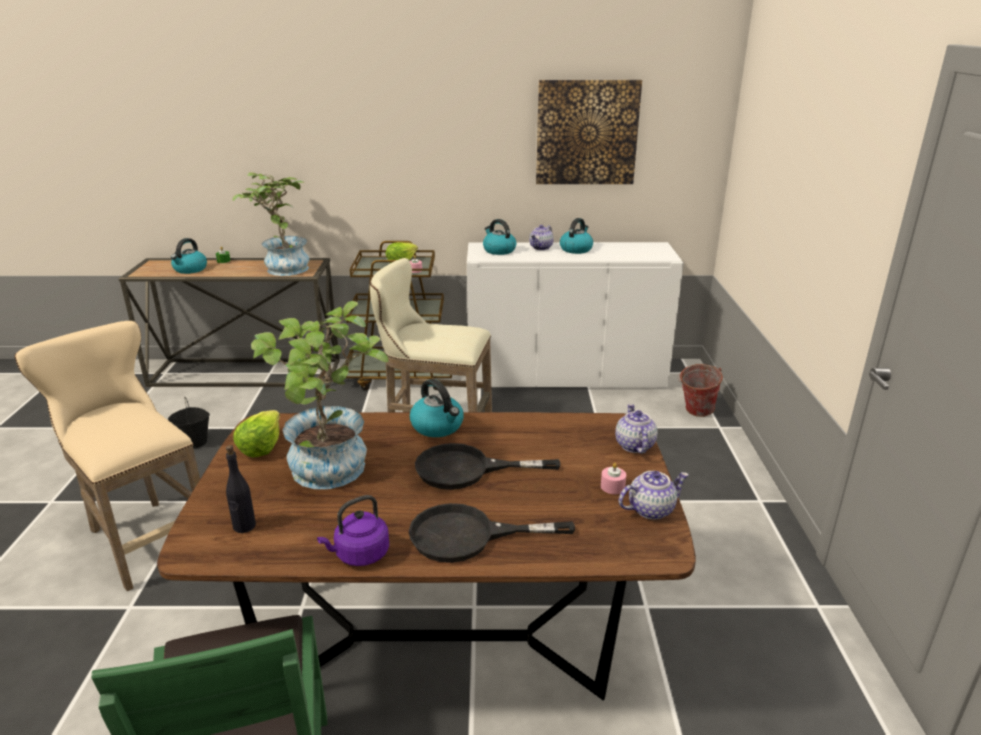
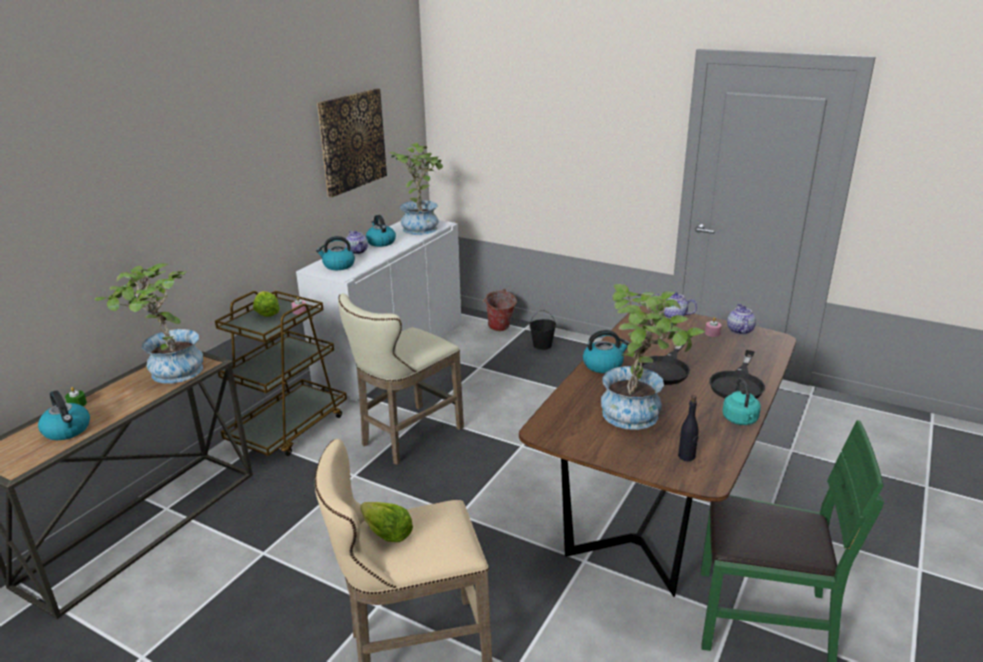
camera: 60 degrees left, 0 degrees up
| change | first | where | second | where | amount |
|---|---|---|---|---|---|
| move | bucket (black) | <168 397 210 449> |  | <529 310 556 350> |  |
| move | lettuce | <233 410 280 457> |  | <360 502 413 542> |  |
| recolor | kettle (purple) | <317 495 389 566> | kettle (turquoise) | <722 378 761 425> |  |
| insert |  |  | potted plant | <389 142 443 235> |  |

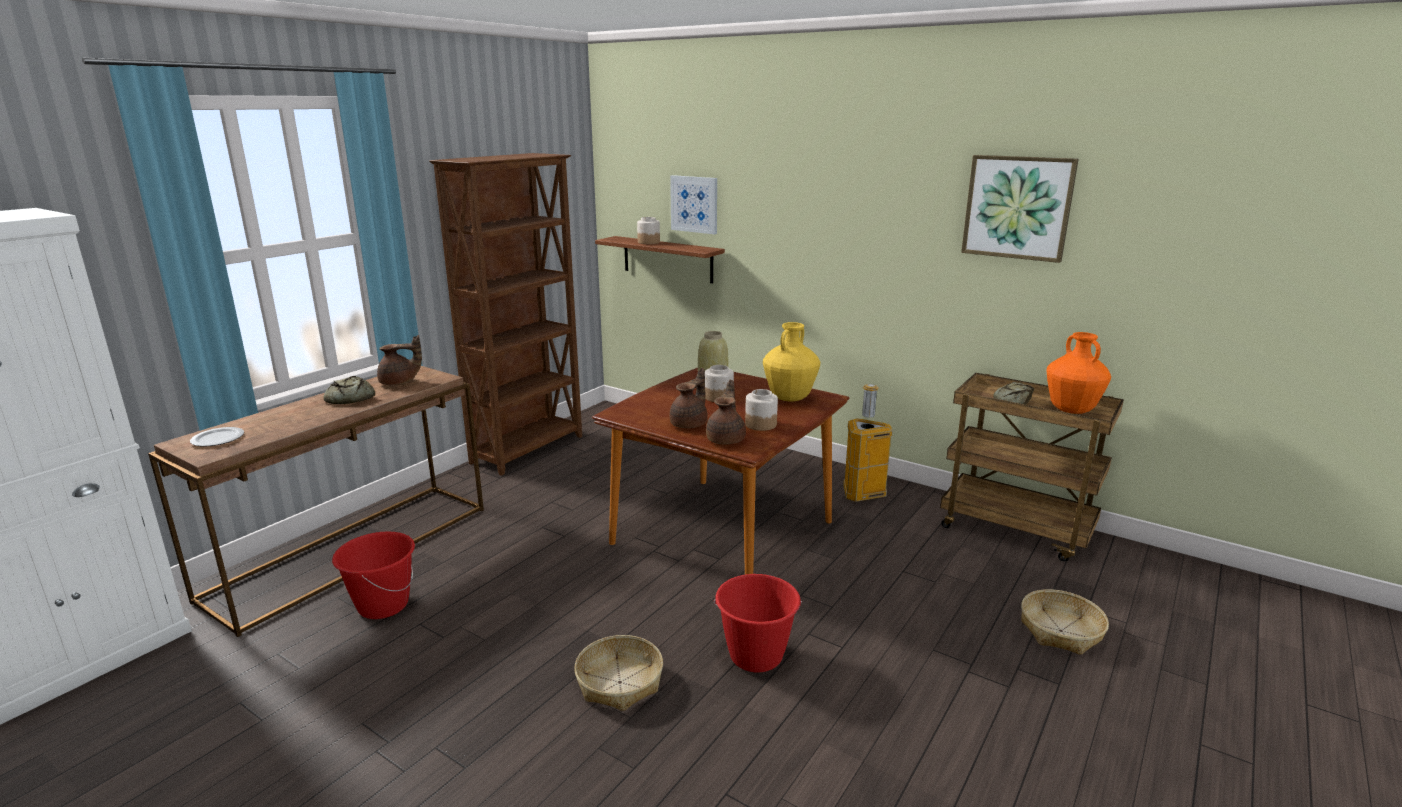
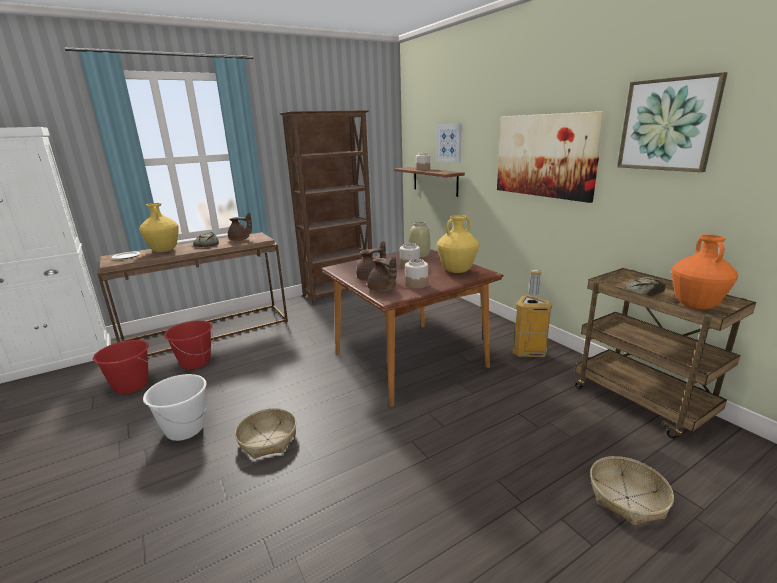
camera: 25 degrees right, 0 degrees up
| change | first | where | second | where | amount |
|---|---|---|---|---|---|
| rotate | teapot (brown) | <706 380 746 444> |  | <367 257 397 292> | 105 degrees clockwise |
| move | bucket (red) | <714 574 802 672> |  | <93 340 151 394> |  |
| insert |  |  | picture | <497 111 605 203> |  |
| insert |  |  | vase (yellow) | <139 203 179 252> |  |
| insert |  |  | bucket (white) | <143 374 208 441> |  |

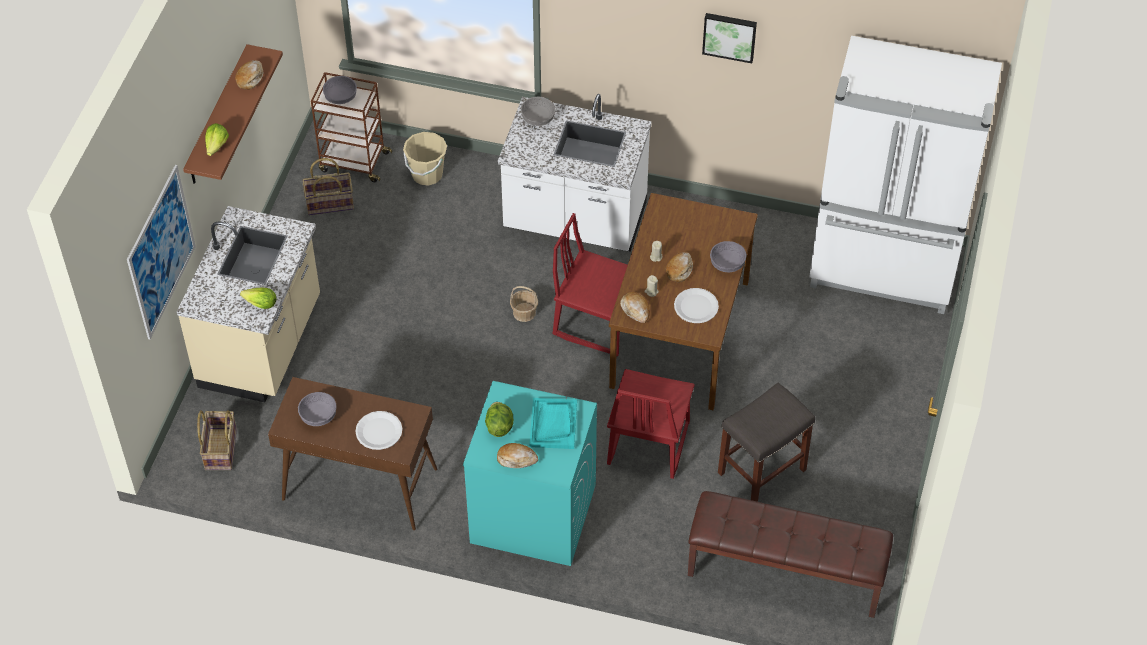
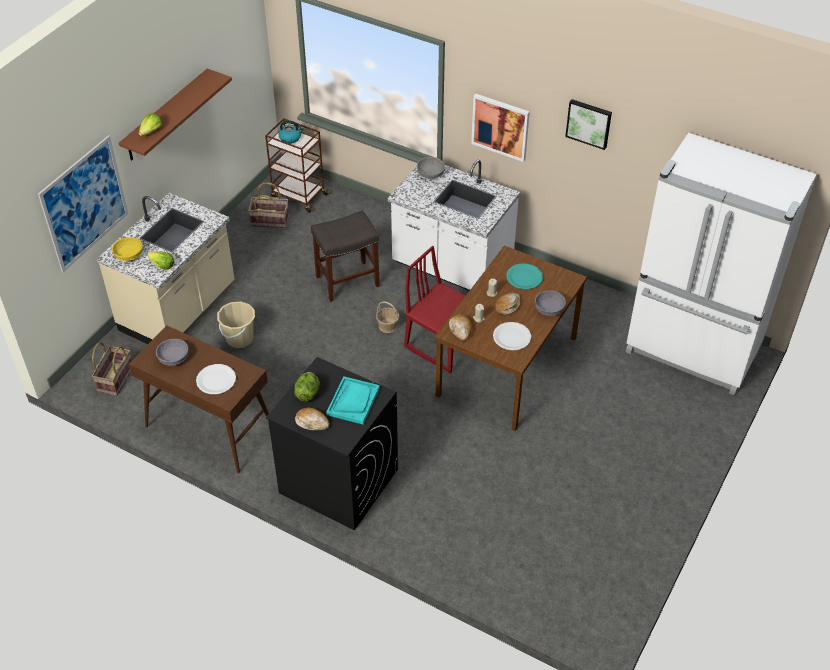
camera: 15 degrees right, 5 degrees down
| change | first | where | second | where | amount |
|---|---|---|---|---|---|
| delete | bread | <235 60 263 90> |  |  |  |
| replace | bowl (grey) | <323 76 357 104> | kettle | <279 120 304 144> |  |
| move | bucket (beige) | <403 132 447 186> |  | <217 301 255 348> |  |
| delete | chair (red) | <607 369 695 479> |  |  |  |
| recolor | washing machine (turquoise) | <463 381 597 566> | washing machine (black) | <266 357 398 530> |  |
| move | stool (grey) | <718 382 815 502> |  | <311 210 380 302> |  |
| delete | bench (brown) | <688 491 893 618> |  |  |  |
| insert |  |  | picture | <471 94 530 162> |  |
| insert |  |  | bowl (yellow) | <112 237 143 261> |  |
| insert |  |  | plate (turquoise) | <507 263 543 289> |  |

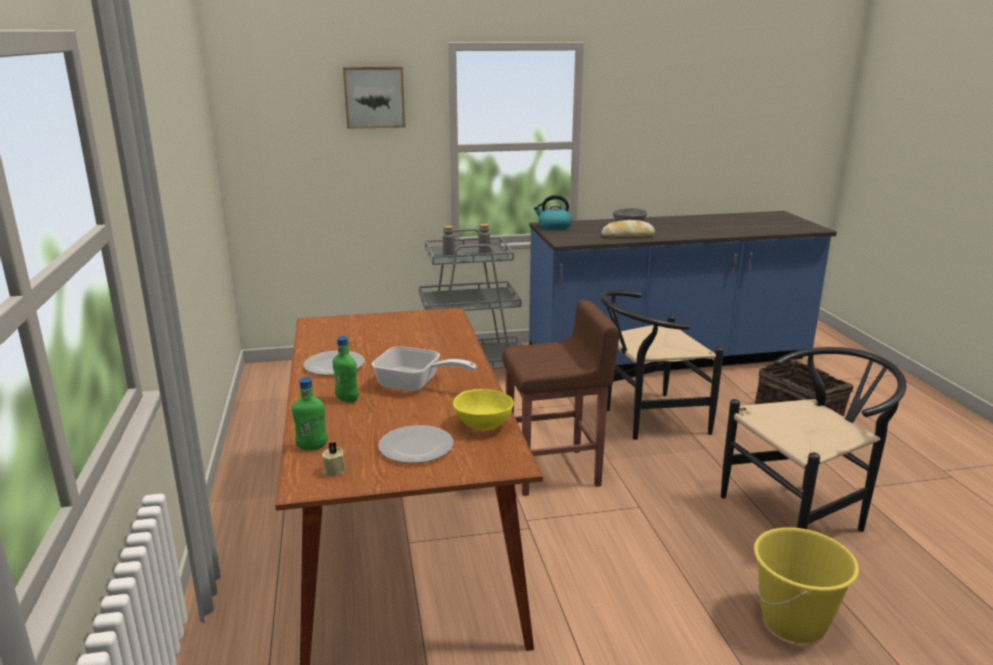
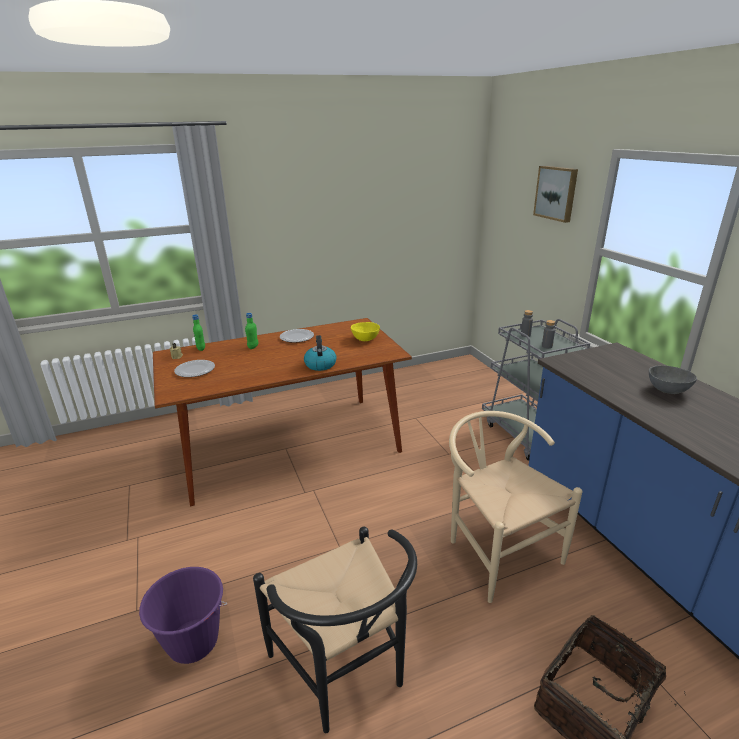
camera: 80 degrees right, 5 degrees up
| change | first | where | second | where | amount |
|---|---|---|---|---|---|
| move | kettle | <534 195 572 230> |  | <304 335 337 371> |  |
| delete | bread | <601 220 655 237> |  |  |  |
| recolor | chair (black) | <600 290 724 440> | chair (beige) | <449 411 582 603> |  |
| delete | stool (brown) | <502 300 619 496> |  |  |  |
| delete | frying pan | <371 346 476 392> |  |  |  |
| move | bowl (yellow) | <453 389 514 431> |  | <351 322 380 341> |  |
| recolor | bucket (yellow) | <754 527 859 643> | bucket (purple) | <139 567 227 664> |  |

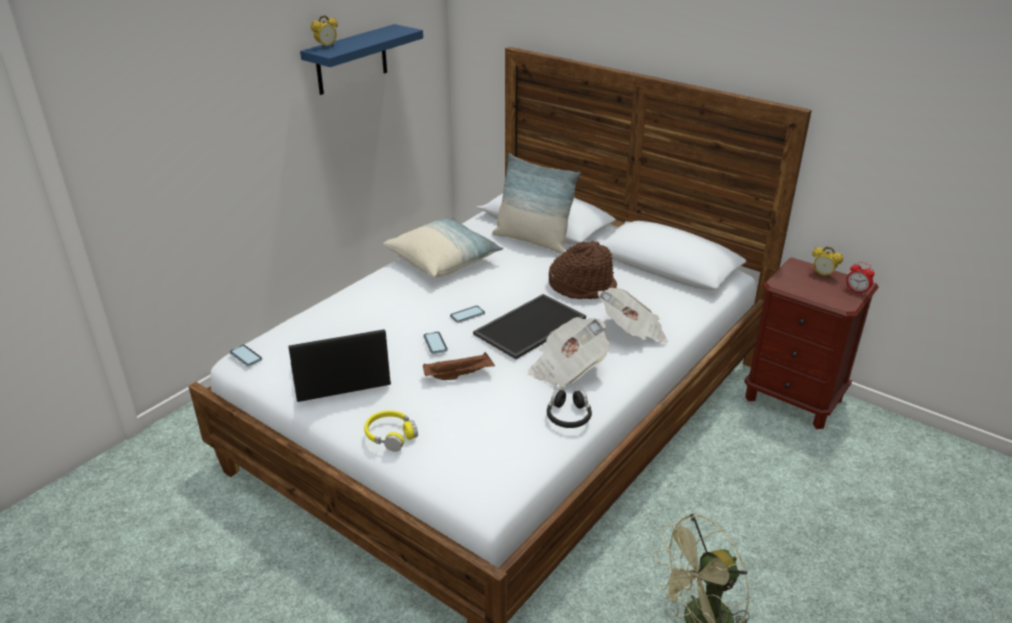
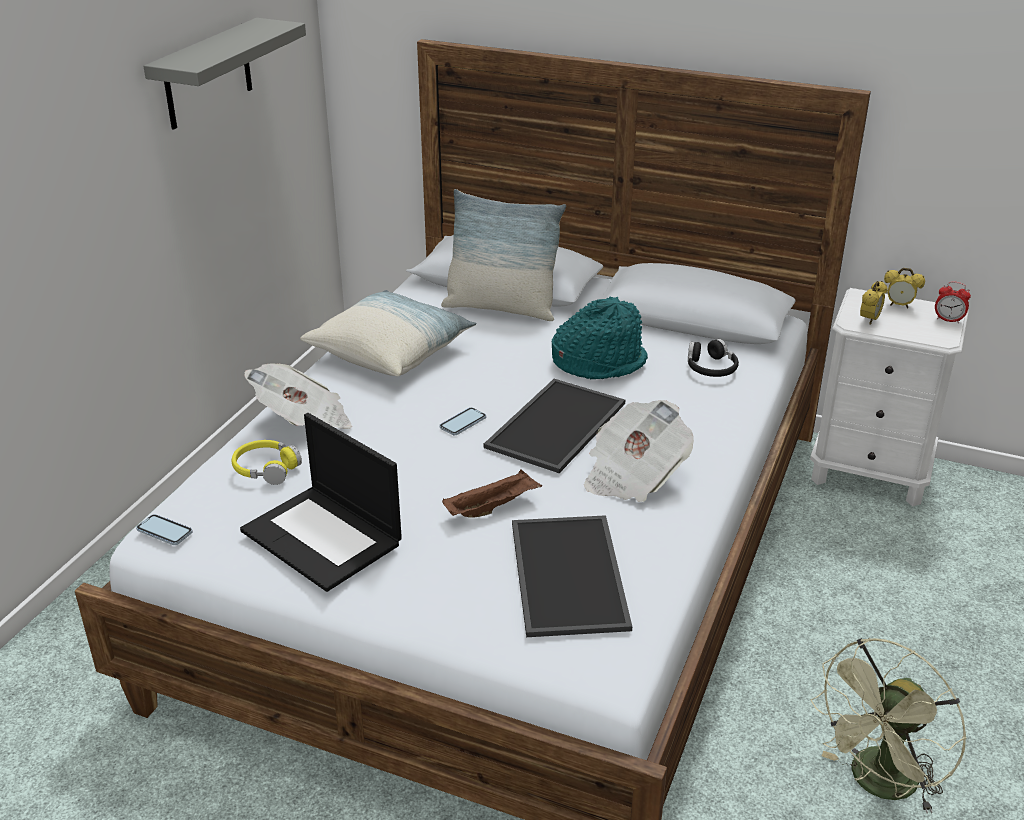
camera: 15 degrees left, 0 degrees up
| change | first | where | second | where | amount |
|---|---|---|---|---|---|
| move | alarm clock | <311 15 338 49> |  | <860 281 888 325> |  |
| recolor | shelf (blue) | <300 24 423 95> | shelf (grey) | <143 18 306 130> |  |
| recolor | hat (brown) | <549 241 617 299> | hat (turquoise) | <552 297 648 379> |  |
| recolor | nightstand (brown) | <744 257 879 429> | nightstand (white) | <810 288 969 506> |  |
| move | newspaper | <598 288 668 343> |  | <244 364 352 429> |  |
| rotate | laptop | <288 329 391 402> |  | <240 413 402 592> | 105 degrees counterclockwise |
| delete | phone | <423 332 448 354> |  |  |  |
| move | headphones (black) | <547 389 592 428> |  | <688 339 739 377> |  |
| move | headphones (yellow) | <364 410 418 452> |  | <231 440 302 485> |  |
| insert |  |  | tray | <512 515 632 637> |  |

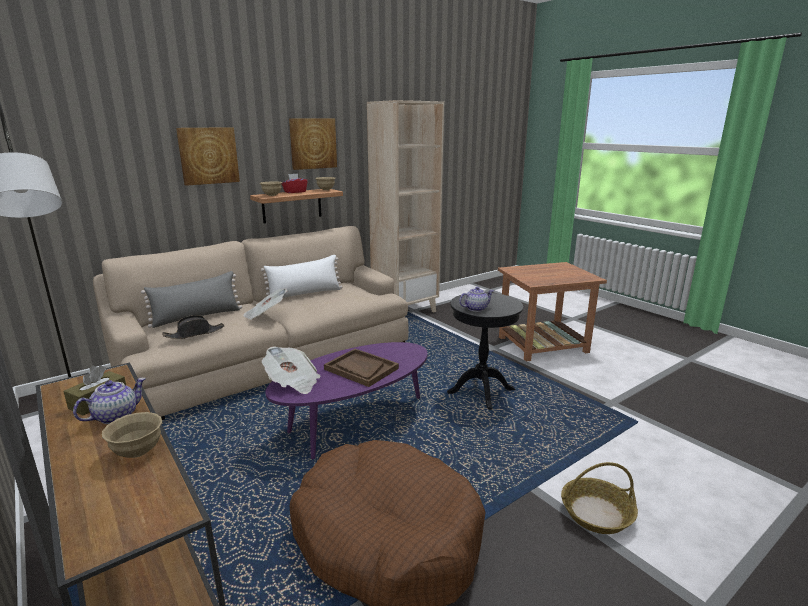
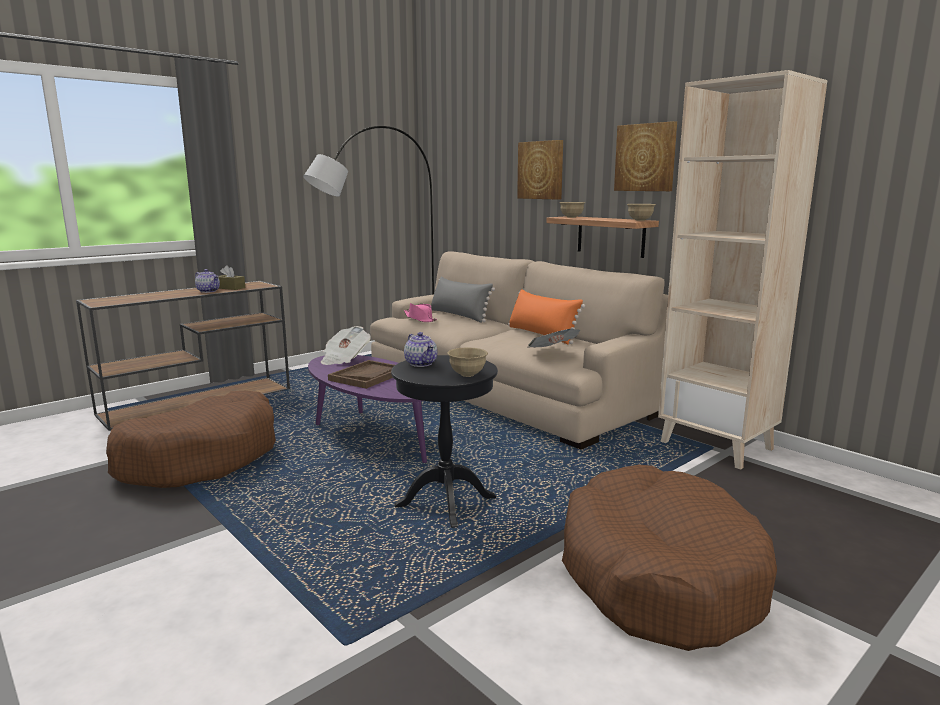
camera: 85 degrees right, 5 degrees down
| change | first | where | second | where | amount |
|---|---|---|---|---|---|
| delete | tissue box (red) | <282 173 308 193> |  |  |  |
| recolor | pillow (white) | <261 255 342 298> | pillow (orange) | <508 289 585 345> |  |
| replace | side table (brown) | <498 262 607 362> | dog bed (brown) | <562 465 777 651> |  |
| move | newspaper | <243 288 287 320> |  | <528 329 580 348> |  |
| recolor | hat (black) | <162 315 224 339> | hat (pink) | <404 303 437 322> |  |
| move | bowl (beige) | <102 412 162 458> |  | <447 347 488 377> |  |
| delete | basket | <561 462 638 534> |  |  |  |

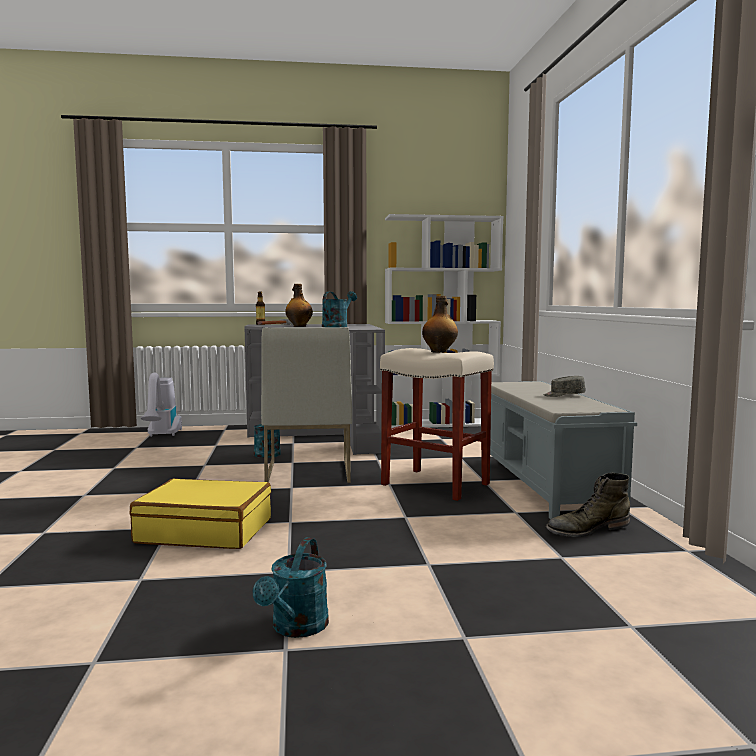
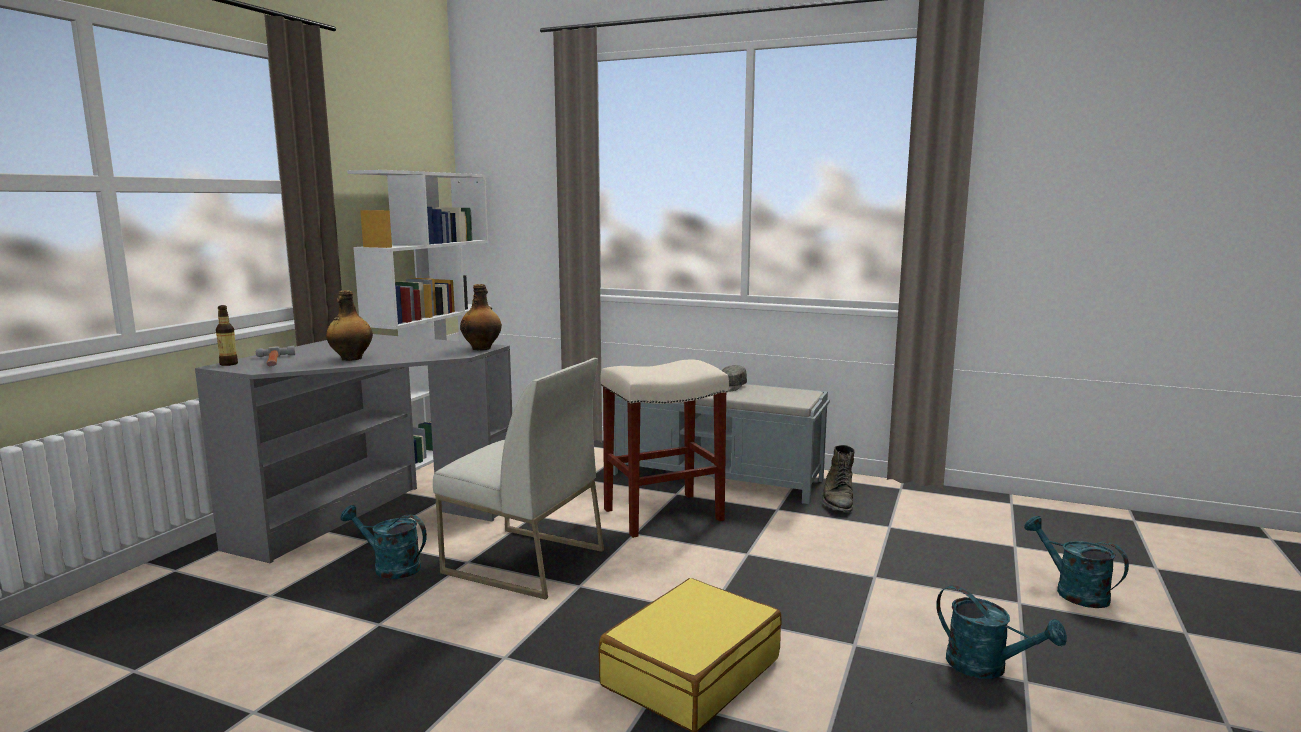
camera: 60 degrees left, 5 degrees up
| change | first | where | second | where | amount |
|---|---|---|---|---|---|
| move | watering can (turquoise) | <322 291 357 327> |  | <1024 516 1129 608> |  |
| move | bottle | <422 296 458 353> |  | <460 284 502 350> |  |
| delete | vacuum cleaner | <141 373 182 437> |  |  |  |

